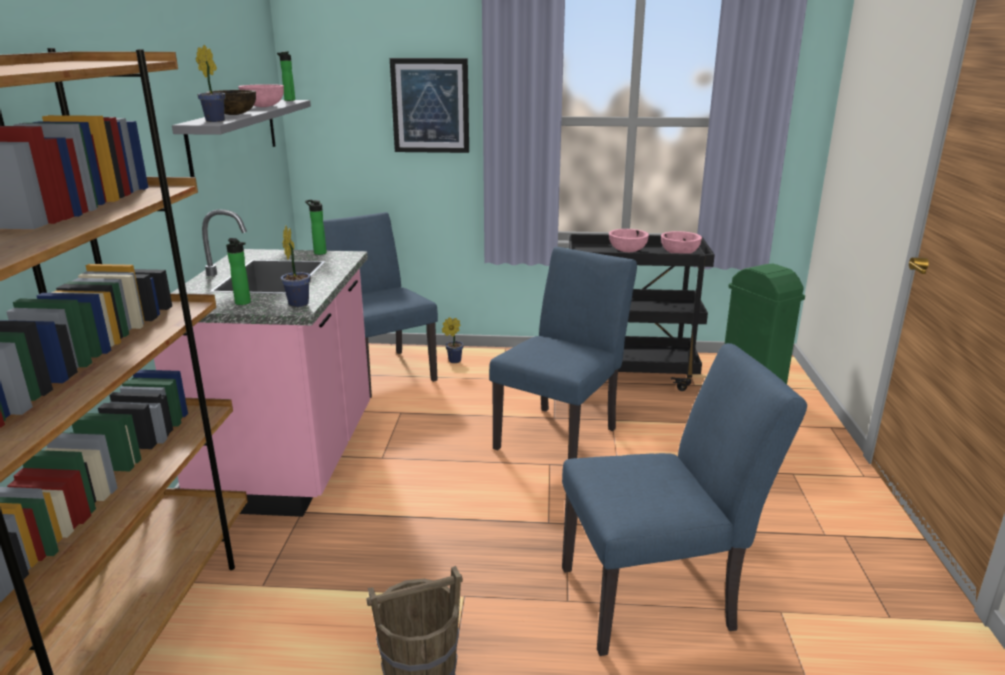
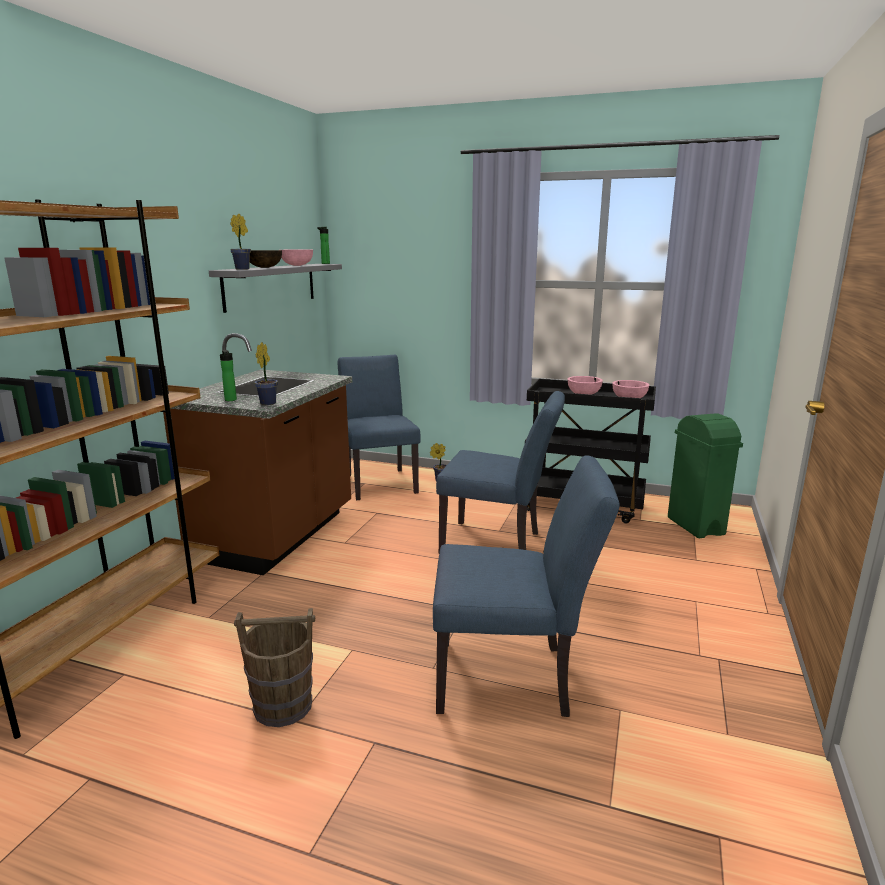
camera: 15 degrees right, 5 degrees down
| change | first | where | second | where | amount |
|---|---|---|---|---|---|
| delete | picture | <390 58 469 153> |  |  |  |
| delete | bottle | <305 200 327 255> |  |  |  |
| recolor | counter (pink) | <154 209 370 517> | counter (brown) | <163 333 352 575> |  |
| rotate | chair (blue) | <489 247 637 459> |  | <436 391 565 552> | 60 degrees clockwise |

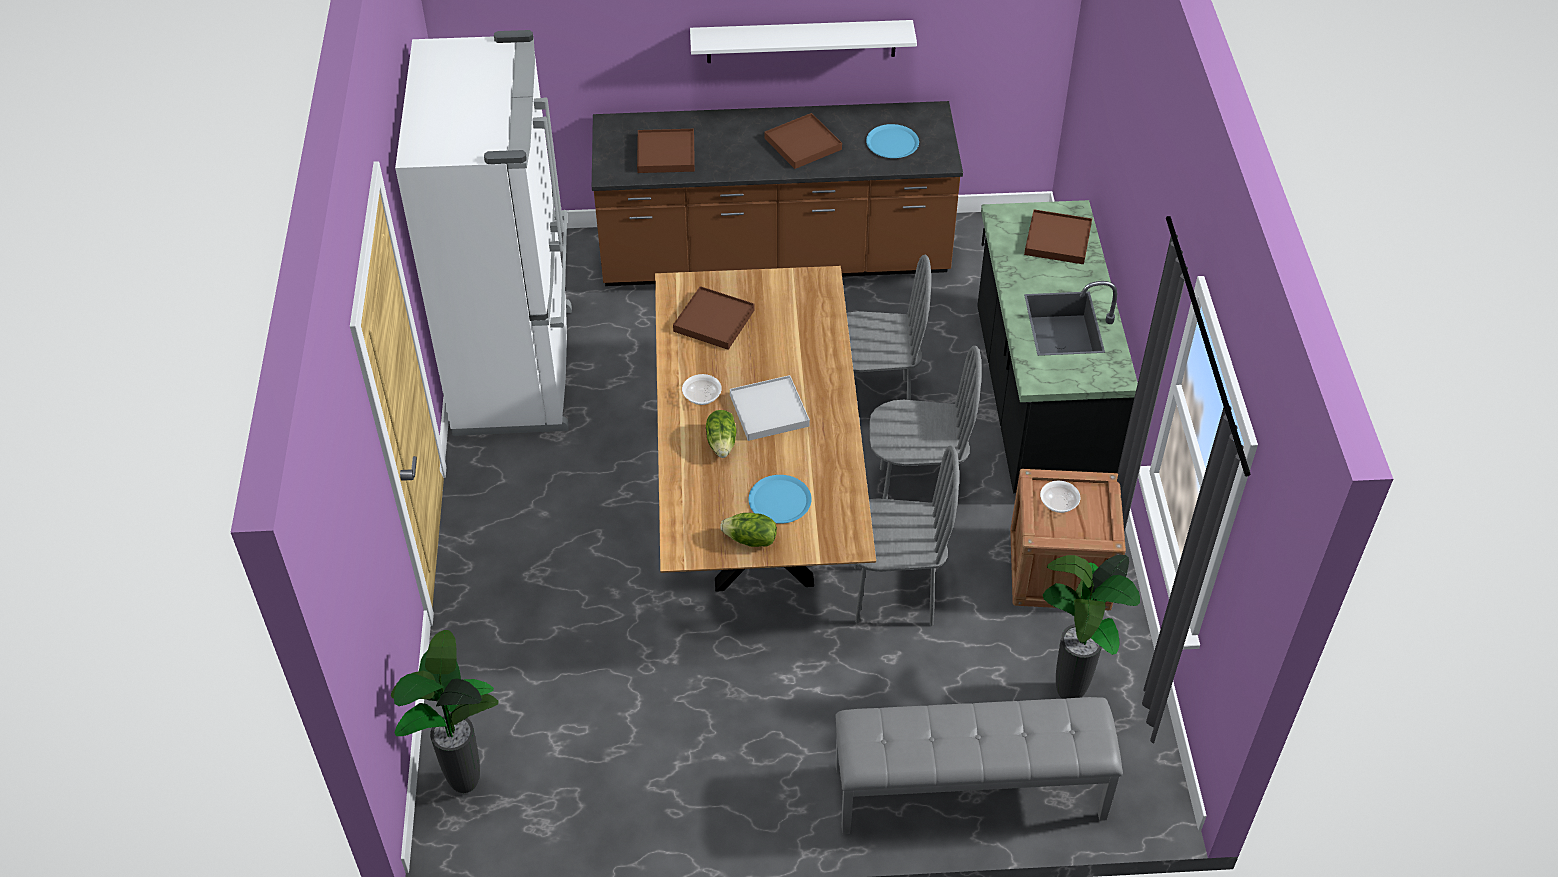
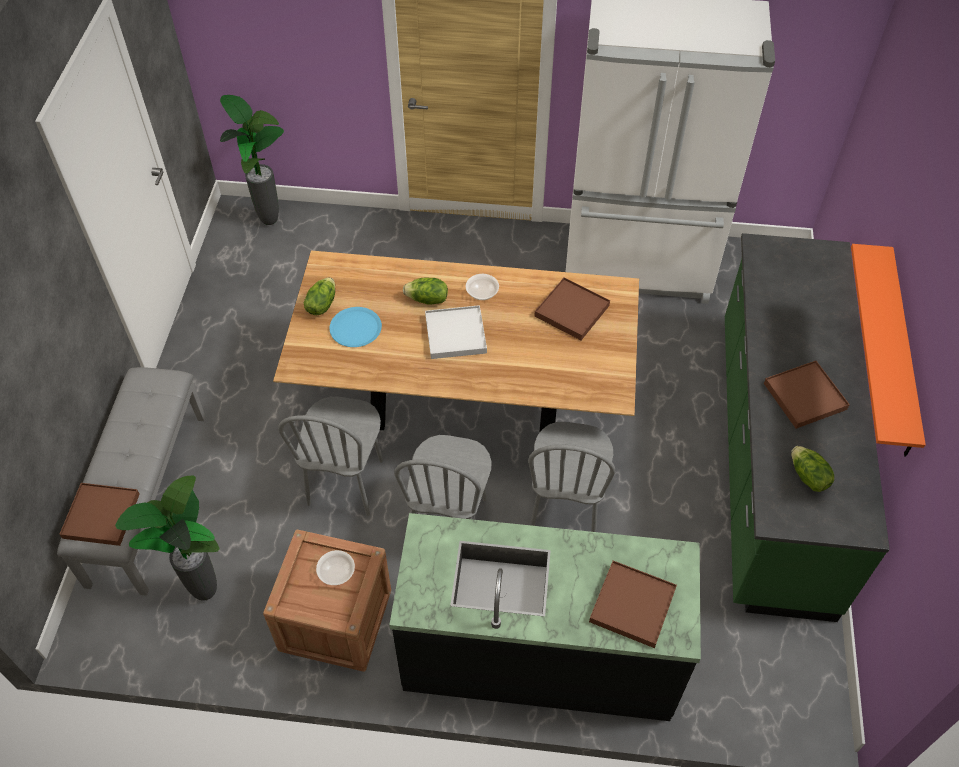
camera: 100 degrees right, 5 degrees up
| change | first | where | second | where | amount |
|---|---|---|---|---|---|
| recolor | shelf (white) | <690 20 917 63> | shelf (orange) | <851 244 926 456> |  |
| recolor | counter (brown) | <592 101 963 286> | counter (green) | <725 233 890 622> |  |
| replace | plate (blue) | <866 124 919 158> | lettuce | <791 446 834 492> |  |
| move | tray (brown) | <637 129 695 173> |  | <60 483 140 546> |  |

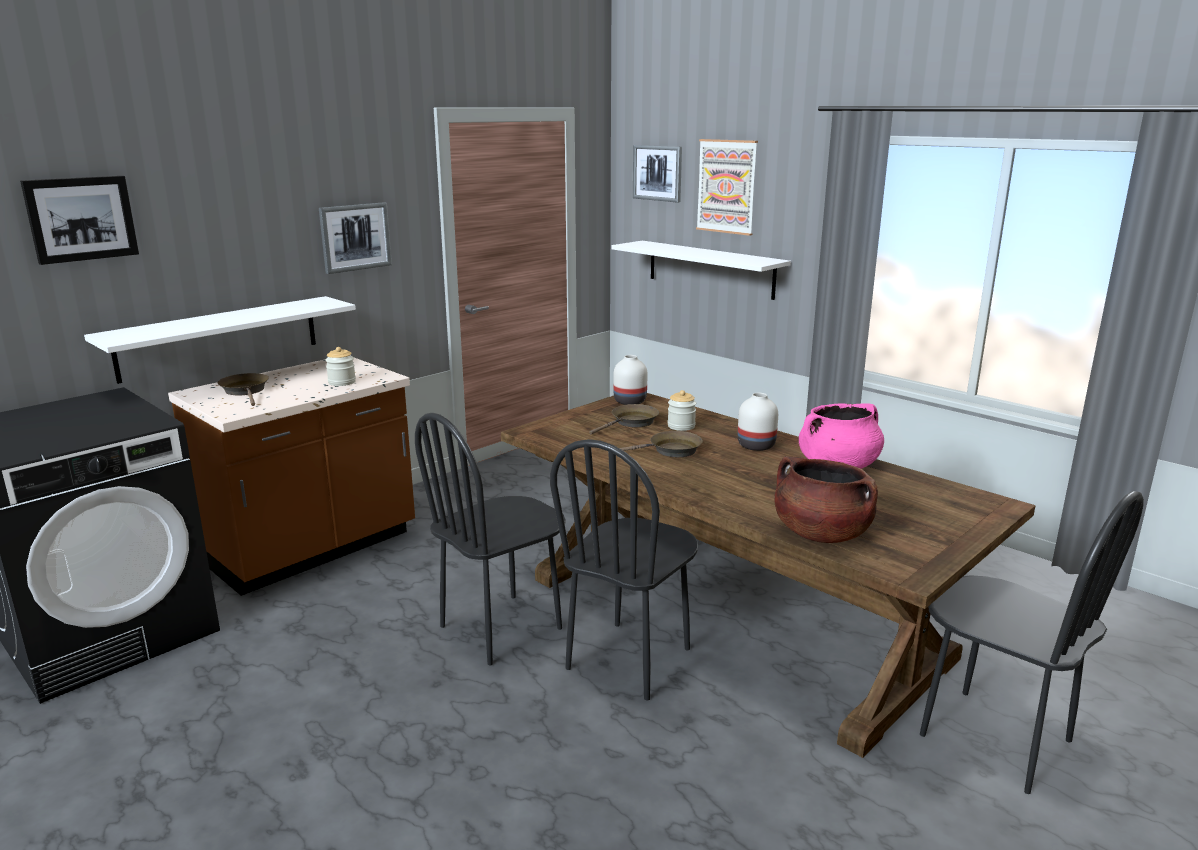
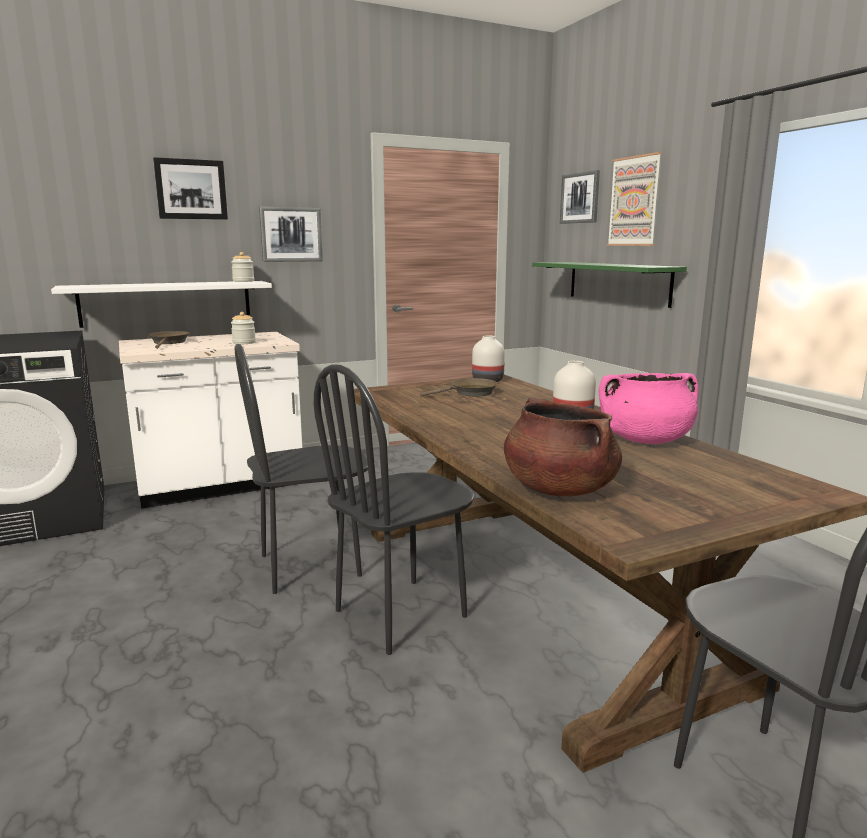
camera: 20 degrees right, 5 degrees down
| change | first | where | second | where | amount |
|---|---|---|---|---|---|
| move | picture | <20 176 139 265> |  | <153 157 228 220> |  |
| recolor | shelf (white) | <611 241 791 300> | shelf (green) | <532 262 687 308> |  |
| recolor | counter (brown) | <168 358 415 596> | counter (white) | <119 332 302 509> |  |
| move | jar | <668 390 696 431> |  | <231 252 254 282> |  |
| delete | frying pan (brown) | <620 431 703 457> |  |  |  |

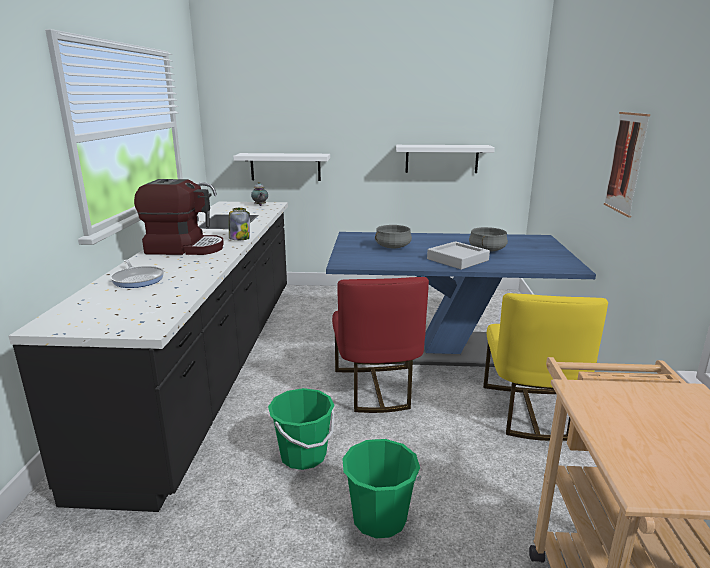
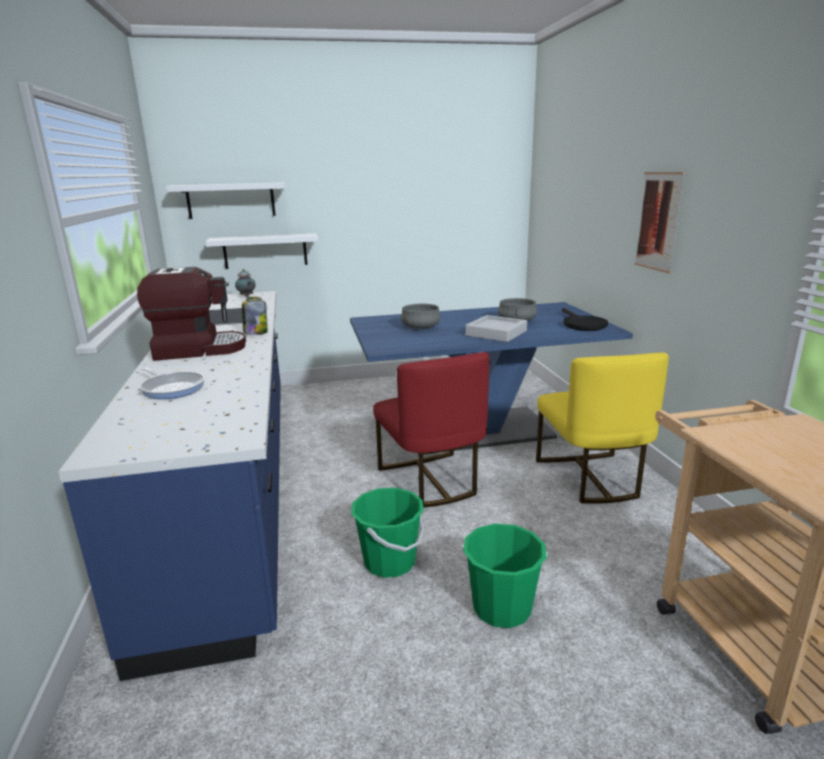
camera: 15 degrees left, 0 degrees up
| change | first | where | second | where | amount |
|---|---|---|---|---|---|
| move | shelf (white) | <396 145 495 173> |  | <166 182 285 219> |  |
| recolor | counter (black) | <8 183 288 512> | counter (blue) | <58 291 281 681> |  |
| insert |  |  | frying pan (black) | <562 308 608 331> |  |

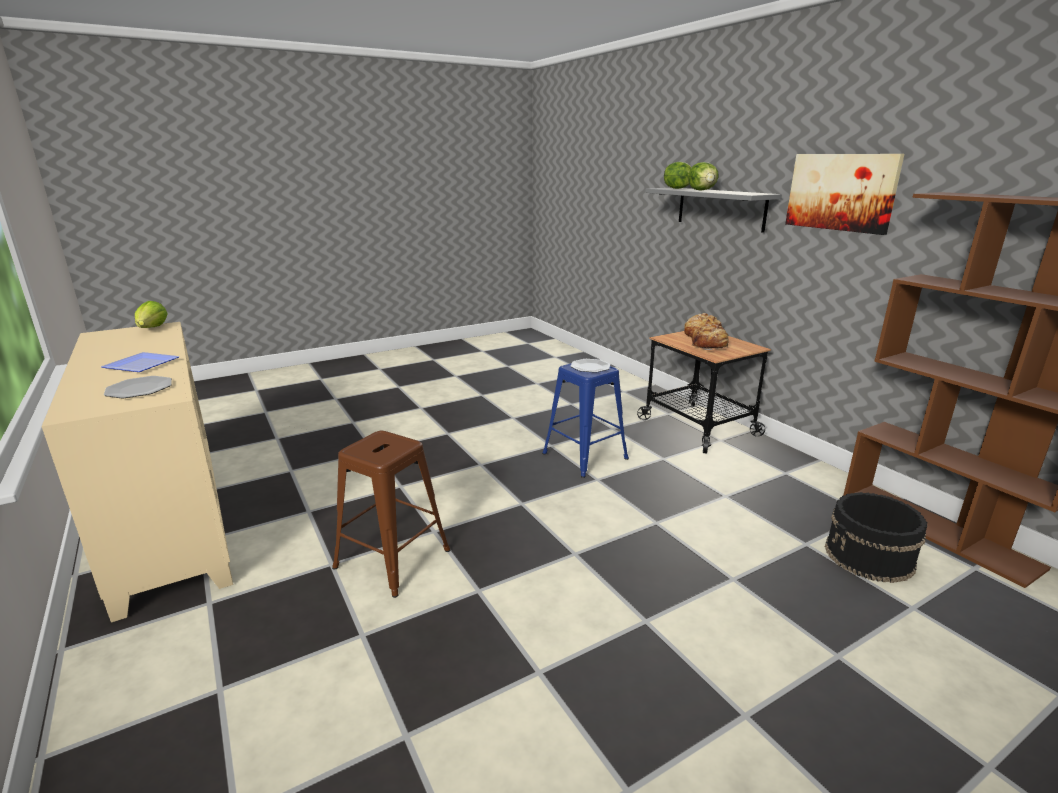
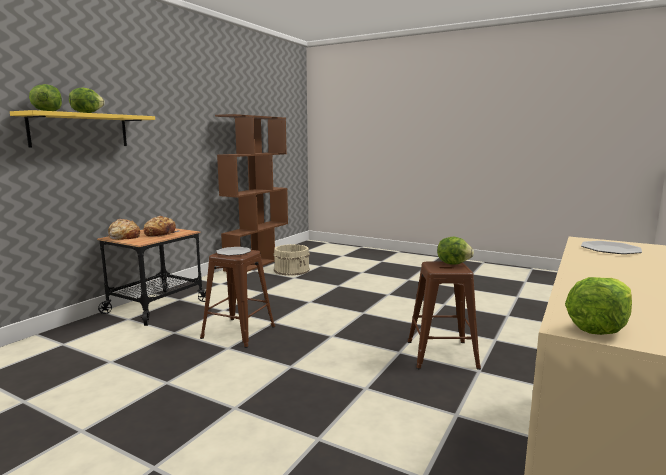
camera: 120 degrees left, 10 degrees down
| change | first | where | second | where | amount |
|---|---|---|---|---|---|
| delete | picture | <785 154 904 235> |  |  |  |
| recolor | shelf (grey) | <645 188 782 233> | shelf (yellow) | <10 110 155 148> |  |
| delete | plate | <101 352 180 372> |  |  |  |
| recolor | stool (blue) | <542 363 629 478> | stool (brown) | <200 250 275 348> |  |
| recolor | bucket (black) | <825 492 927 583> | bucket (beige) | <273 244 310 276> |  |
| insert |  |  | lettuce | <437 237 474 265> |  |

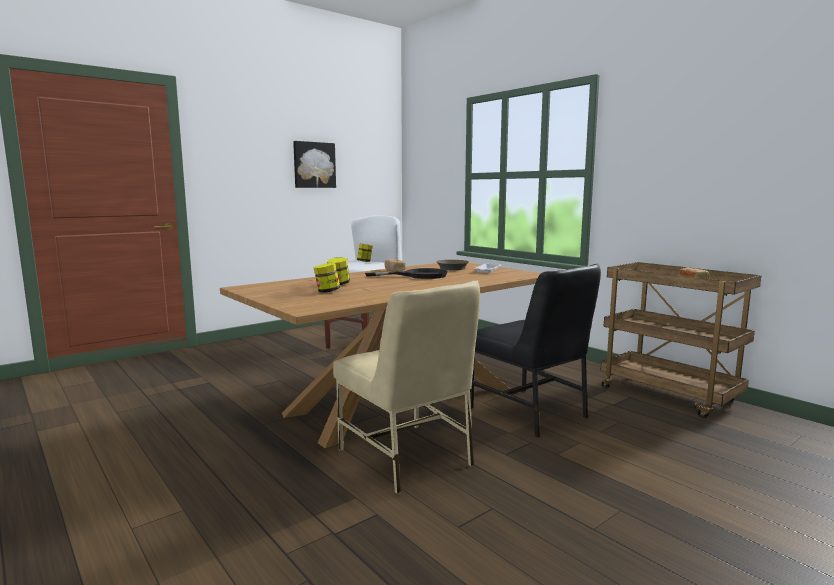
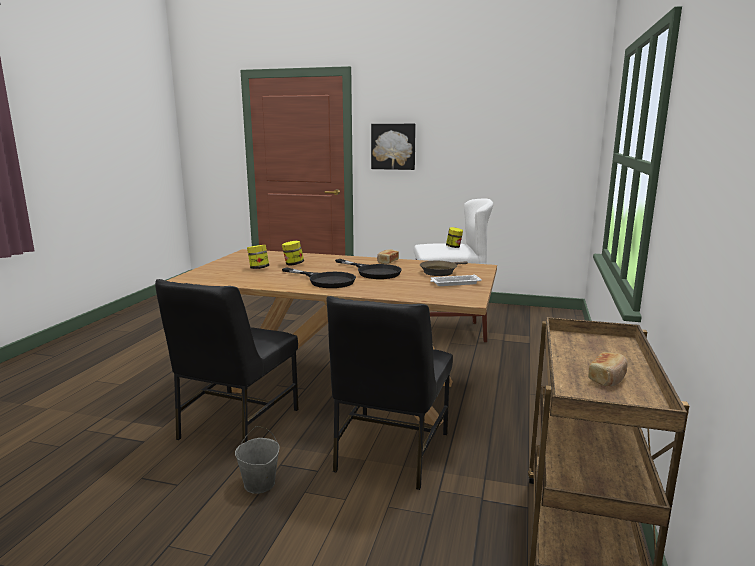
camera: 55 degrees right, 5 degrees up
| change | first | where | second | where | amount |
|---|---|---|---|---|---|
| move | picture | <293 141 336 188> |  | <371 124 416 170> |  |
| recolor | chair (beige) | <333 280 480 495> | chair (black) | <155 279 298 444> |  |
| insert |  |  | frying pan (black) | <282 268 356 288> |  |
| insert |  |  | bucket (grey) | <235 426 280 494> |  |

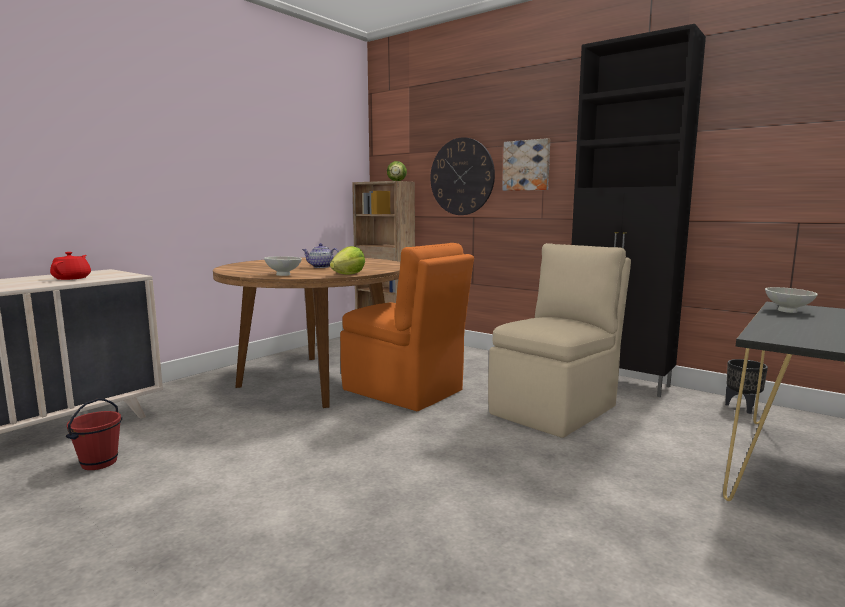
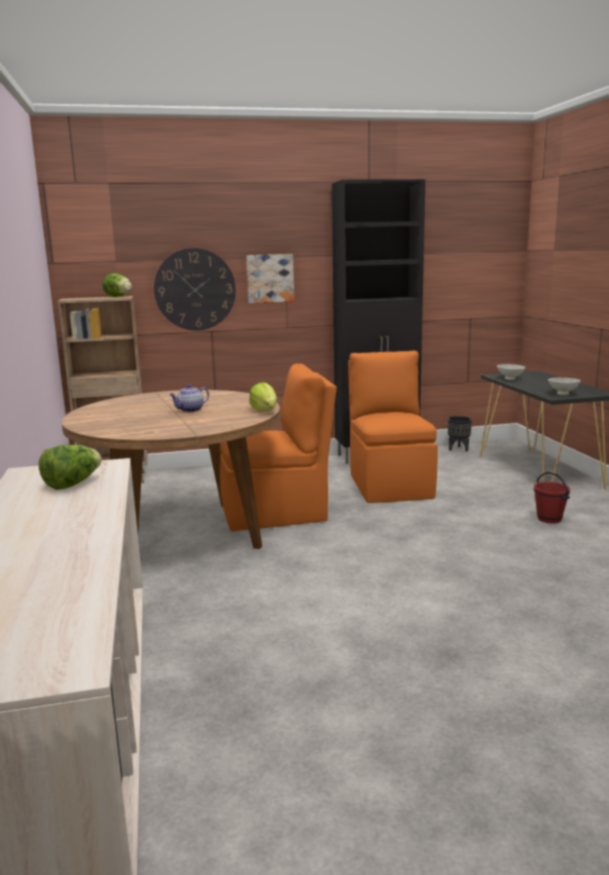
camera: 50 degrees left, 5 degrees up
| change | first | where | second | where | amount |
|---|---|---|---|---|---|
| recolor | chair (beige) | <488 243 631 438> | chair (orange) | <348 351 437 503> |  |
| replace | teapot (red) | <50 252 91 280> | lettuce | <39 445 102 490> |  |
| move | bowl (white) | <264 256 302 276> |  | <548 378 581 395> |  |
| move | bucket (red) | <66 398 122 470> |  | <534 472 570 523> |  |

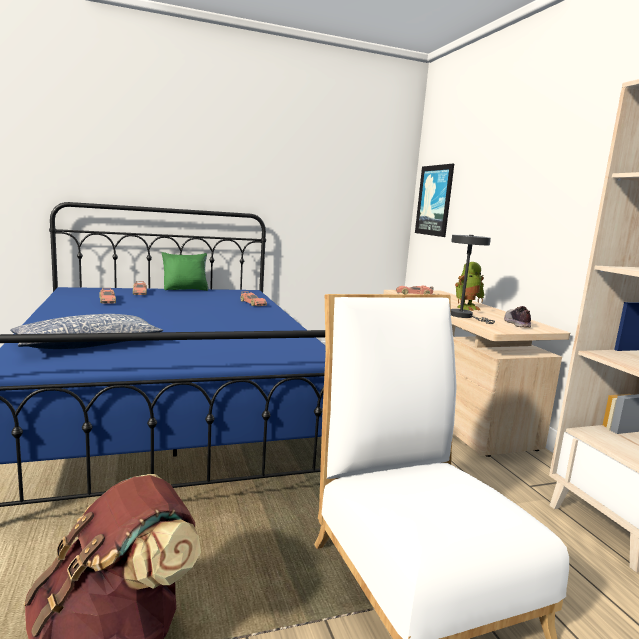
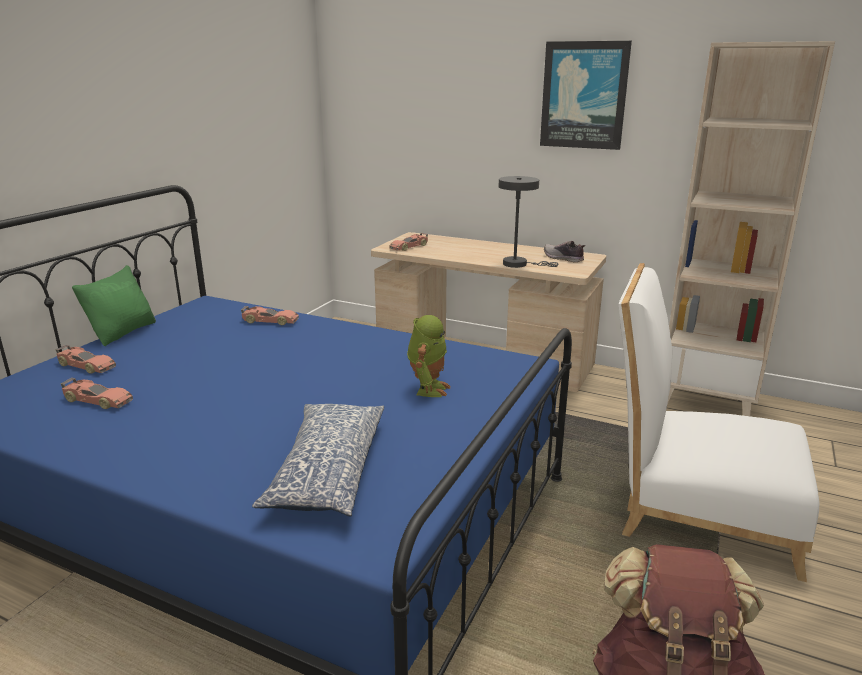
camera: 45 degrees left, 10 degrees up
| change | first | where | second | where | amount |
|---|---|---|---|---|---|
| move | picture | <415 164 454 237> |  | <540 41 632 150> |  |
| move | toy robot | <455 262 484 311> |  | <407 315 451 397> |  |

